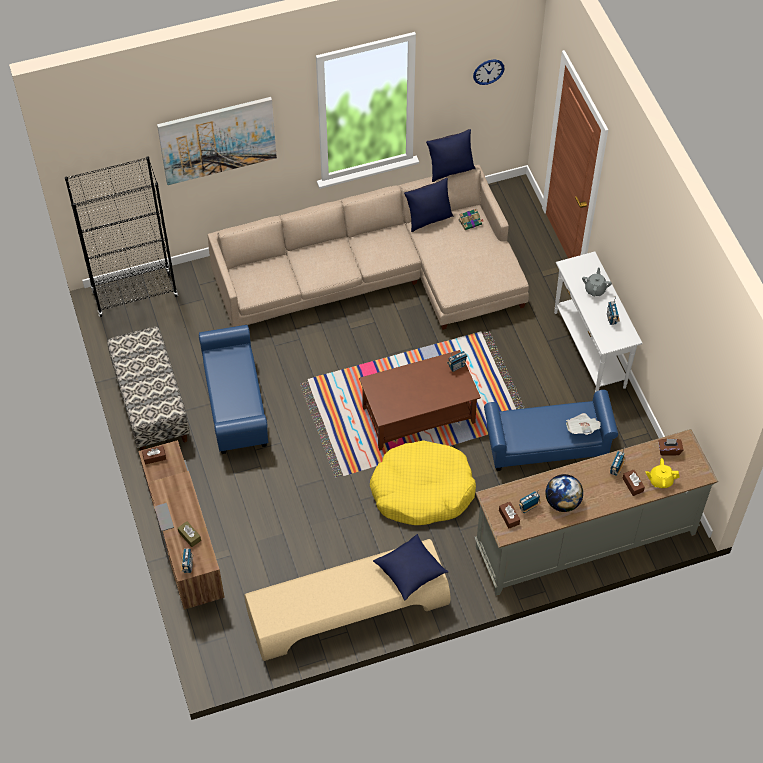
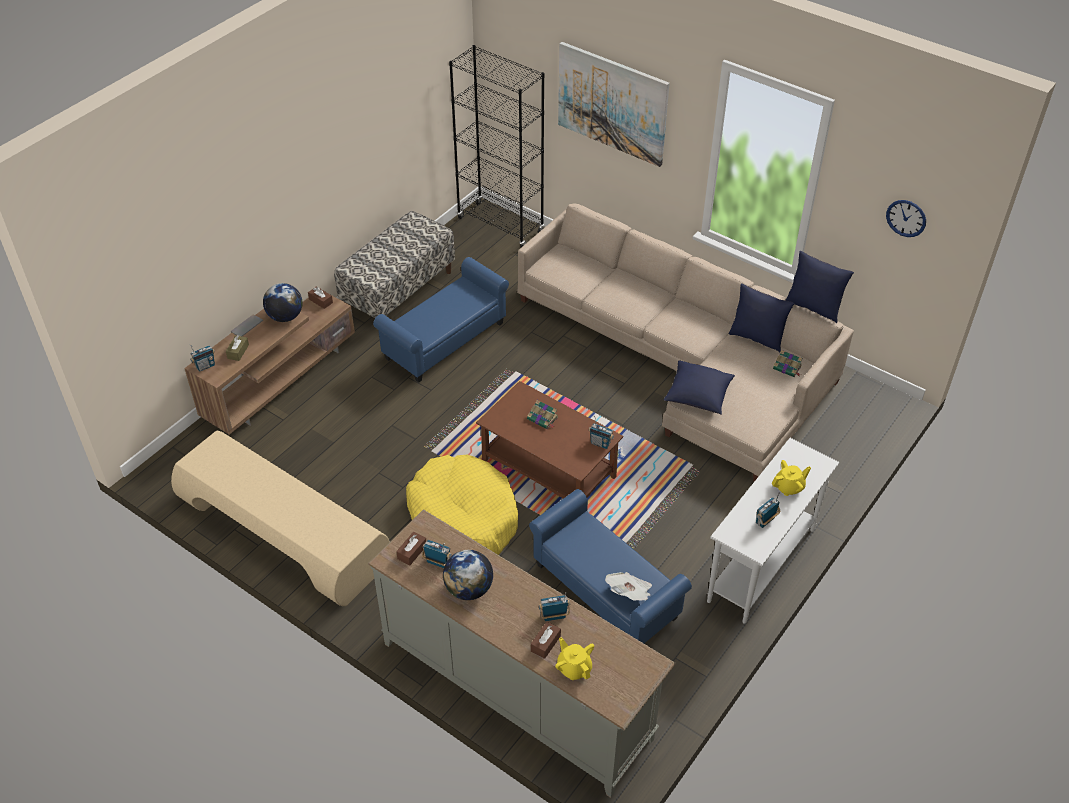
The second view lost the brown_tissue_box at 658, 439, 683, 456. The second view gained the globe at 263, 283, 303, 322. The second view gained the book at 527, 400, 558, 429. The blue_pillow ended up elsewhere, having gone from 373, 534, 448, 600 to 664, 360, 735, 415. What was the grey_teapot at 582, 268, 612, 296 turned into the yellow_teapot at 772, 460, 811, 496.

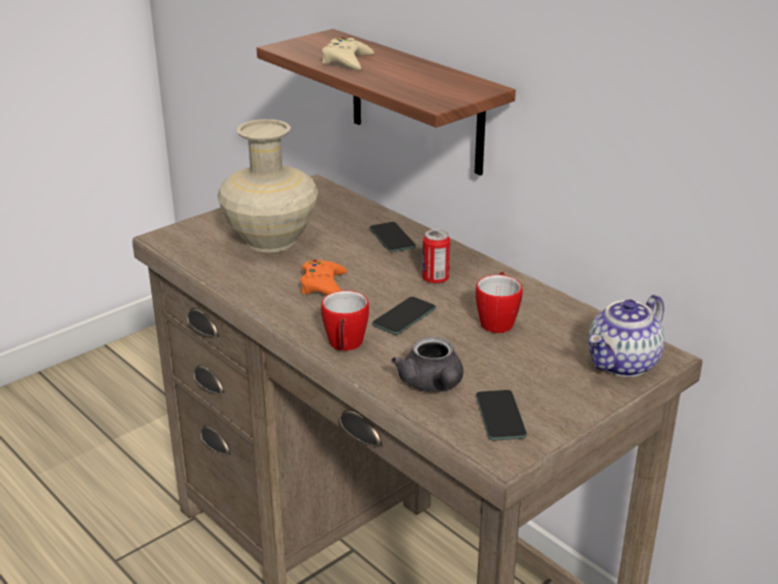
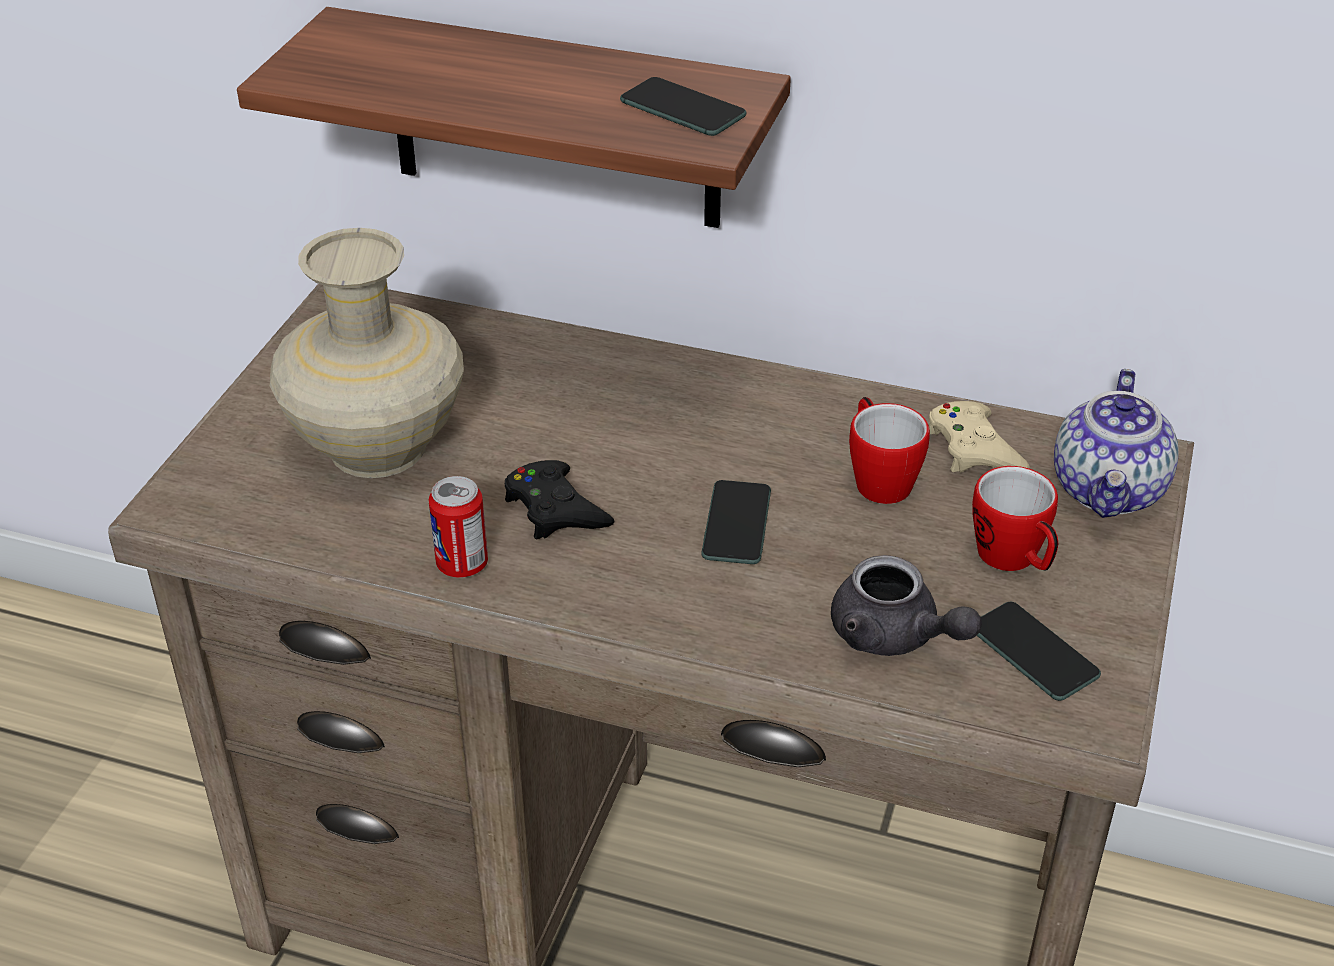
The mug ended up elsewhere, having gone from 321, 291, 369, 351 to 972, 466, 1058, 571. The beige_game_controller ended up elsewhere, having gone from 322, 37, 374, 70 to 929, 401, 1030, 473. The phone ended up elsewhere, having gone from 369, 222, 416, 252 to 620, 77, 746, 136. The can ended up elsewhere, having gone from 422, 229, 450, 284 to 429, 476, 488, 578. What was the orange_game_controller at 300, 260, 347, 295 turned into the black_game_controller at 505, 460, 614, 539.

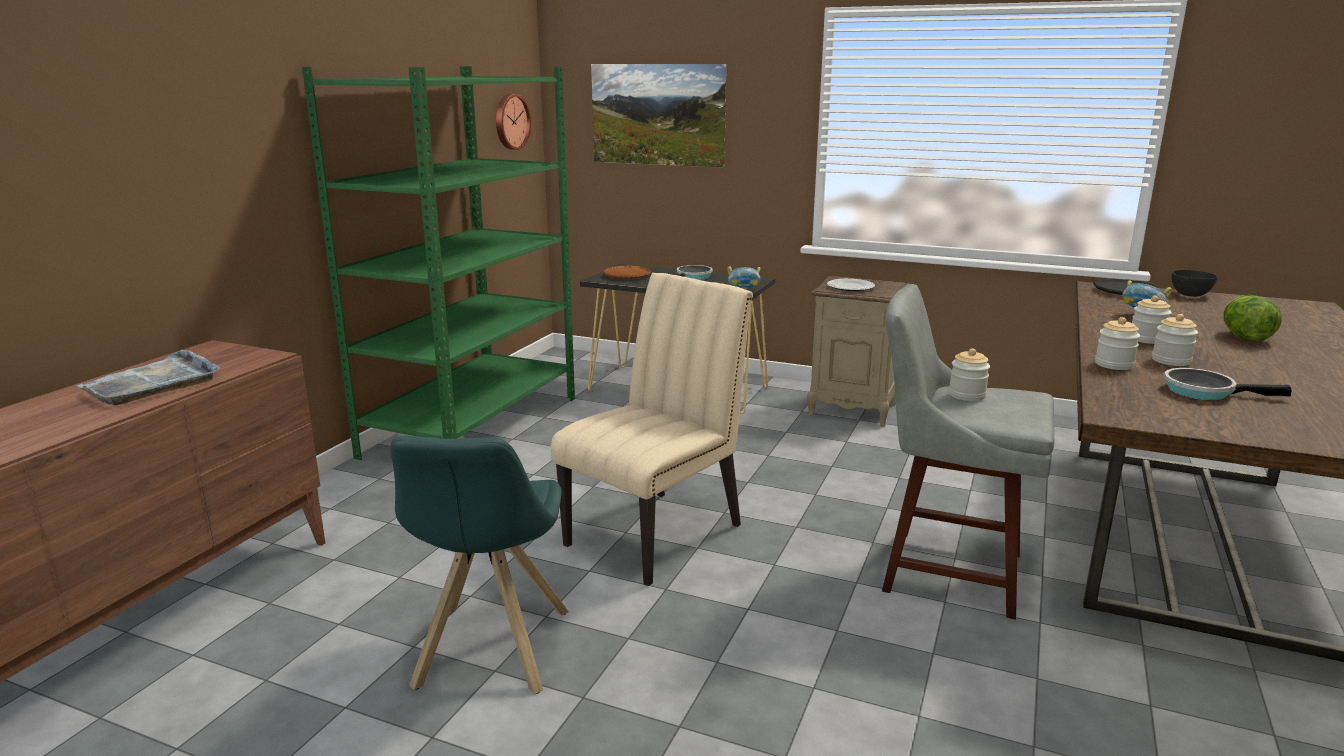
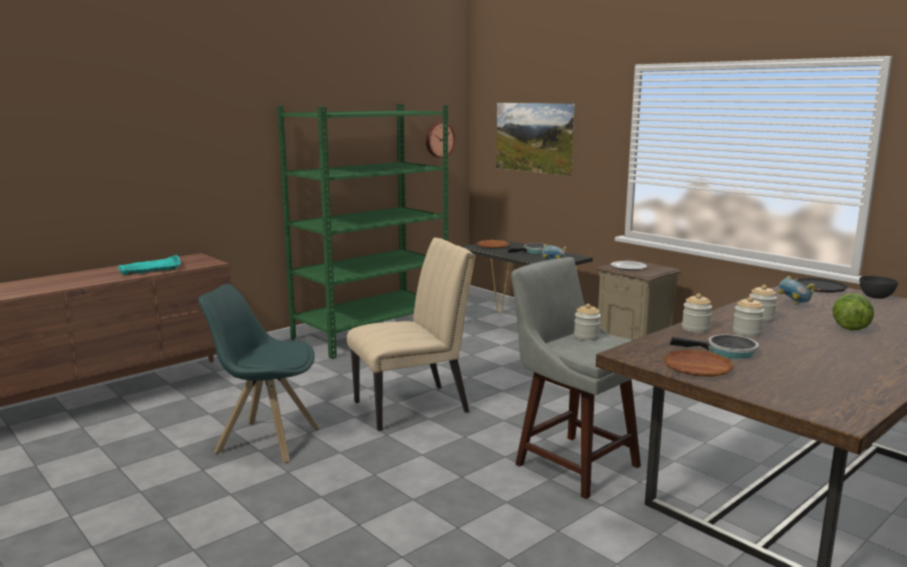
The second view gained the brown_plate at 663, 350, 734, 377. What was the grey_tray at 77, 350, 220, 405 turned into the turquoise_tray at 118, 255, 181, 275. The turquoise_chair at 391, 436, 569, 694 ended up facing another way, 75 degrees clockwise from before. The frying_pan at 1164, 368, 1292, 400 ended up facing another way, 150 degrees clockwise from before.

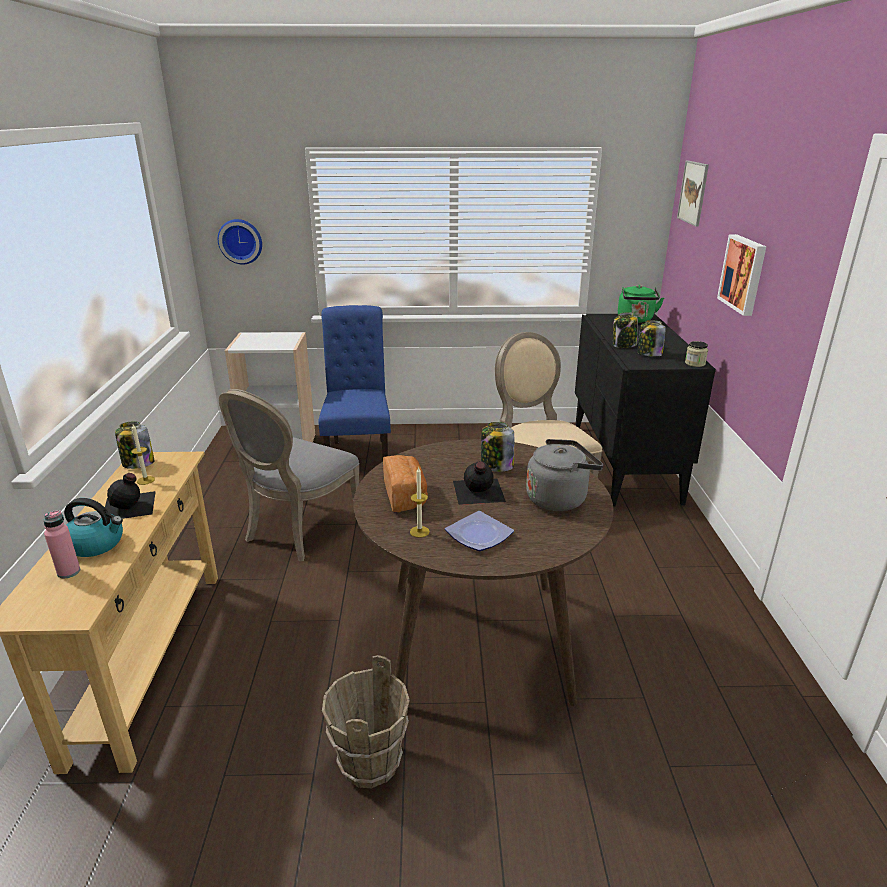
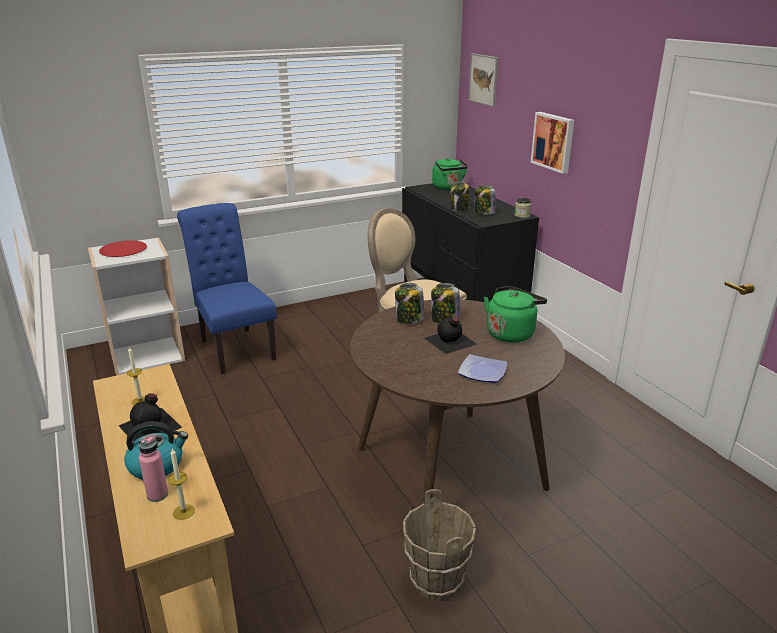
The second view lost the wall_clock at 218, 219, 262, 264. The second view lost the grey_chair at 219, 389, 359, 561. The second view lost the bread at 383, 455, 428, 512. The second view gained the red_plate at 99, 240, 147, 257. The jar ended up elsewhere, having gone from 115, 421, 155, 469 to 395, 283, 424, 324. The candle ended up elsewhere, having gone from 410, 467, 430, 538 to 168, 449, 195, 520. What was the grey_kettle at 526, 439, 603, 511 turned into the green_kettle at 484, 286, 547, 343.

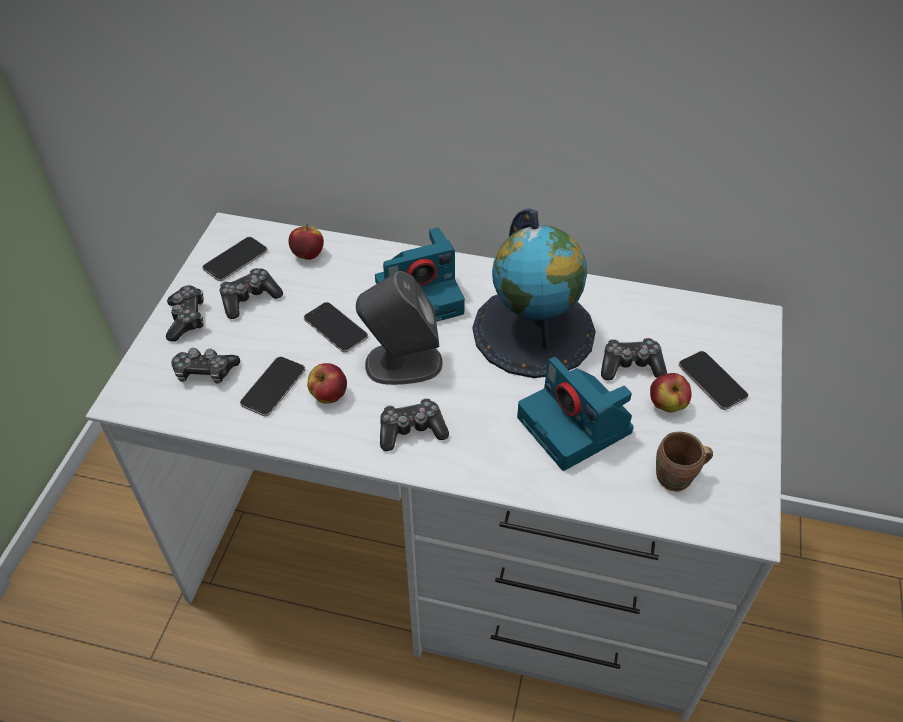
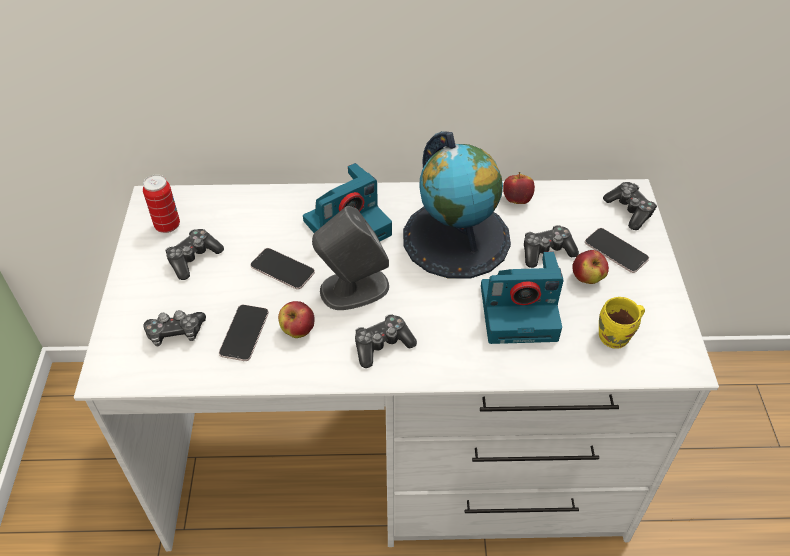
The game_controller ended up elsewhere, having gone from 166, 285, 204, 342 to 603, 182, 657, 230. The apple ended up elsewhere, having gone from 289, 224, 324, 260 to 503, 172, 535, 204. Where the phone stood at 202, 237, 268, 281, the can came to stand at 143, 174, 180, 233. What was the brown_mug at 656, 432, 713, 491 turned into the yellow_mug at 599, 297, 645, 349. The photo_camera at 517, 357, 634, 471 ended up facing another way, 45 degrees counterclockwise from before.

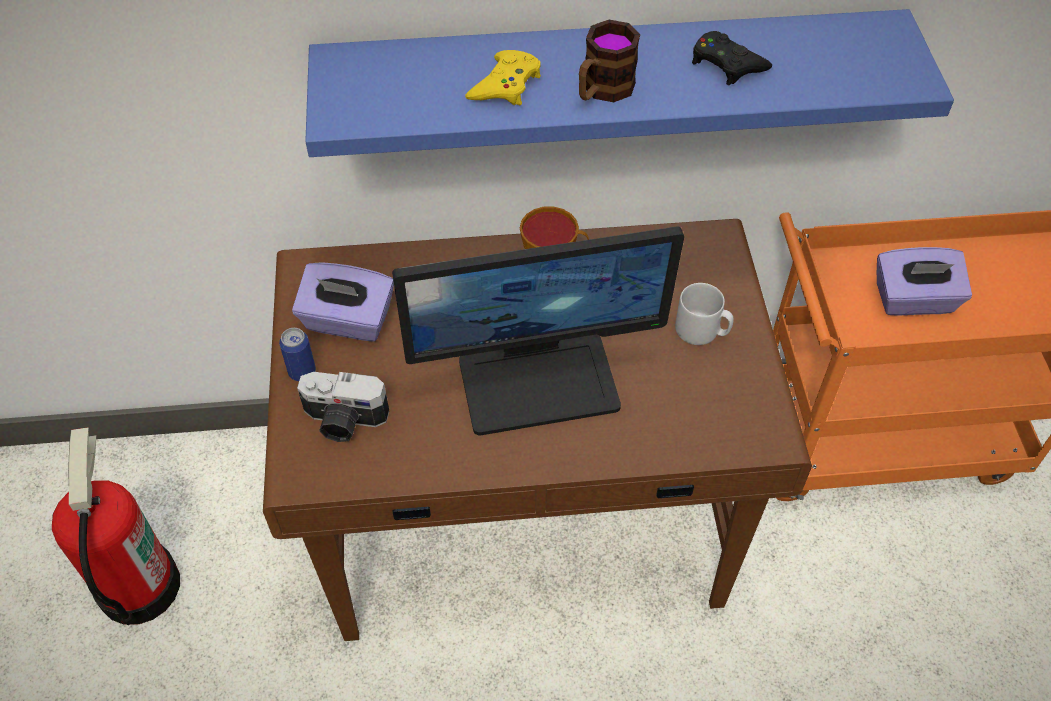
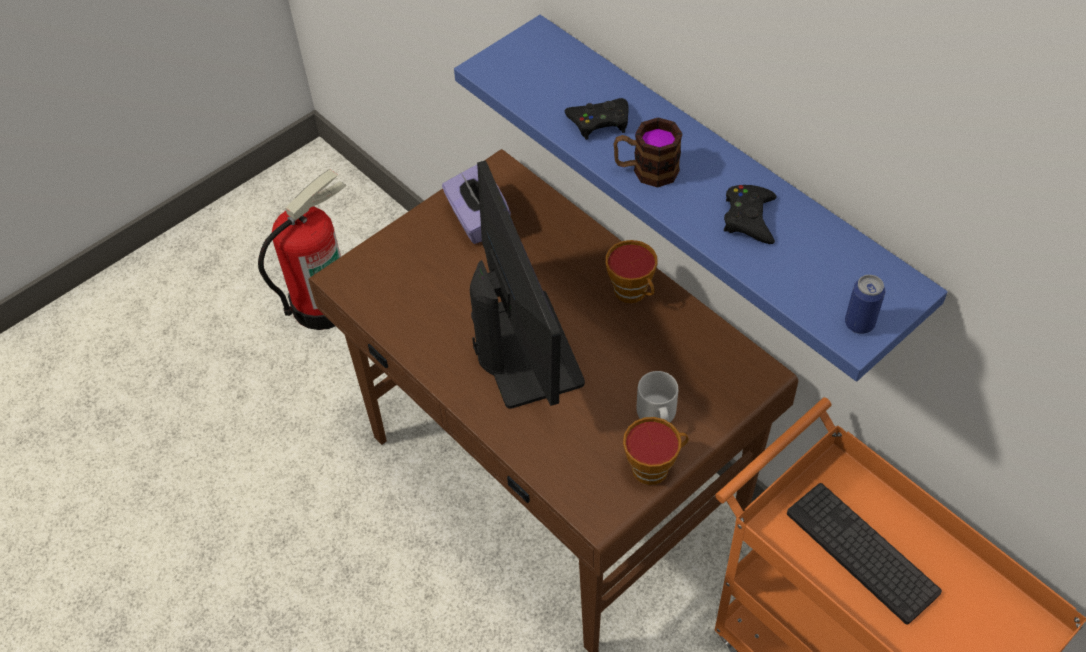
The second view lost the photo_camera at 297, 372, 389, 442. The second view gained the cup at 623, 417, 689, 485. The can ended up elsewhere, having gone from 279, 328, 316, 381 to 845, 275, 885, 334. Where the purple_tissue_box stood at 877, 247, 972, 316, the keyboard came to stand at 787, 483, 942, 625. What was the yellow_game_controller at 465, 50, 541, 105 turned into the black_game_controller at 564, 98, 629, 140. The monitor at 392, 226, 684, 435 ended up facing another way, 150 degrees counterclockwise from before.

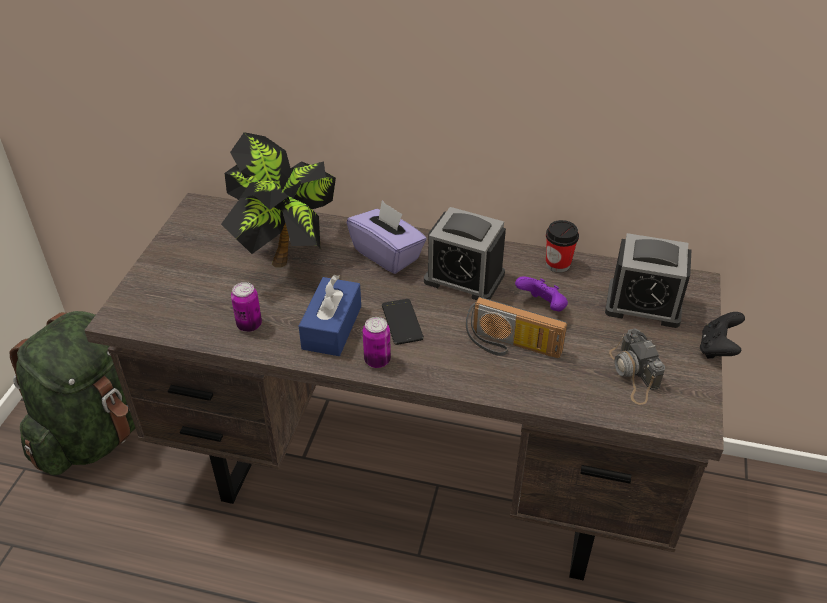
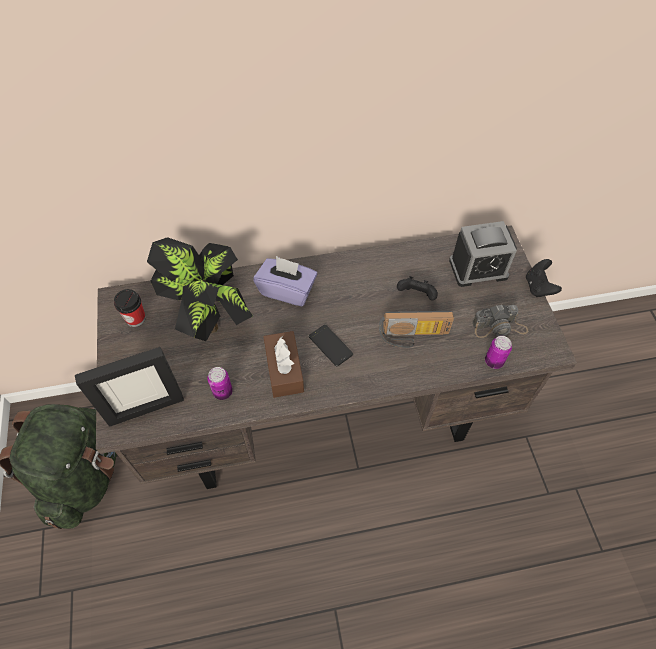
The second view lost the alarm_clock at 424, 207, 506, 300. The second view gained the picture_frame at 75, 347, 184, 427. The can ended up elsewhere, having gone from 363, 317, 391, 368 to 485, 336, 512, 369. The cup ended up elsewhere, having gone from 546, 220, 579, 273 to 114, 289, 146, 327. What was the blue_tissue_box at 299, 275, 361, 356 turned into the brown_tissue_box at 263, 331, 304, 398. What was the purple_game_controller at 515, 276, 568, 311 turned into the black_game_controller at 397, 276, 438, 301. The photo_camera at 609, 328, 665, 405 ended up facing another way, 60 degrees counterclockwise from before.

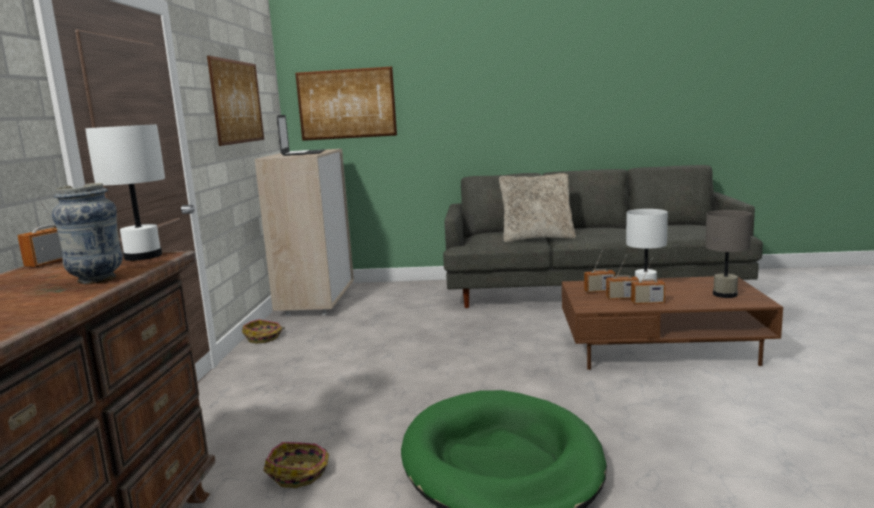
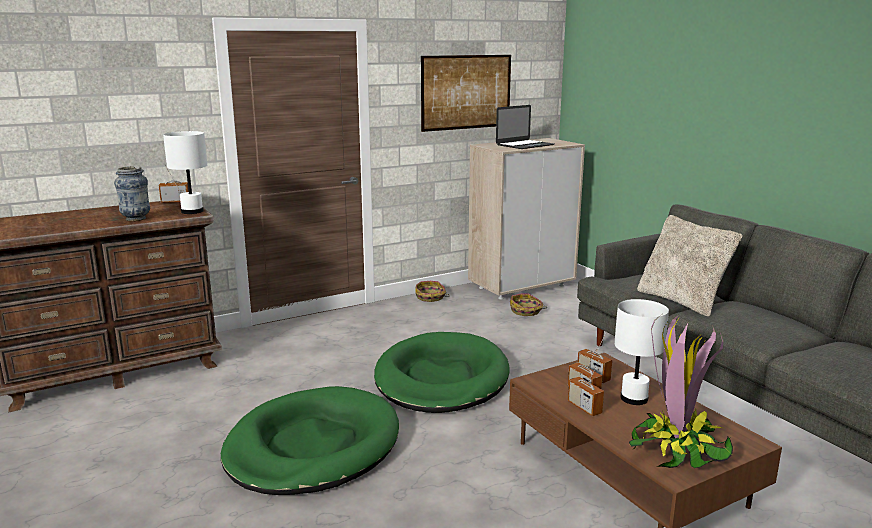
The second view lost the picture at 295, 66, 397, 141. The second view gained the green_dog_bed at 374, 332, 510, 413. The basket ended up elsewhere, having gone from 263, 442, 329, 488 to 510, 294, 547, 316. Where the grey_table_lamp stood at 705, 210, 752, 298, the potted_plant came to stand at 629, 315, 733, 468.

